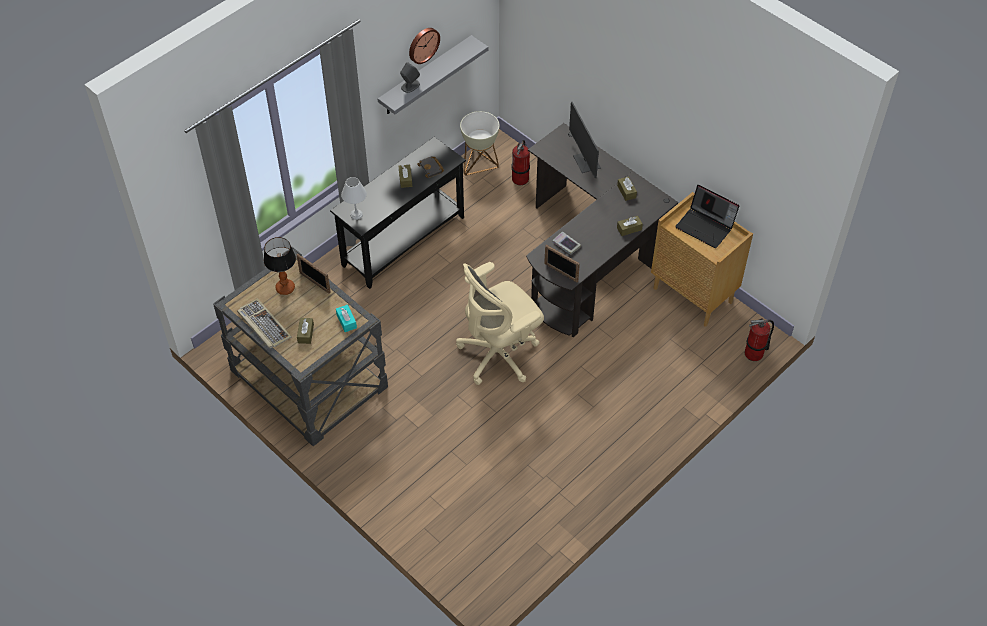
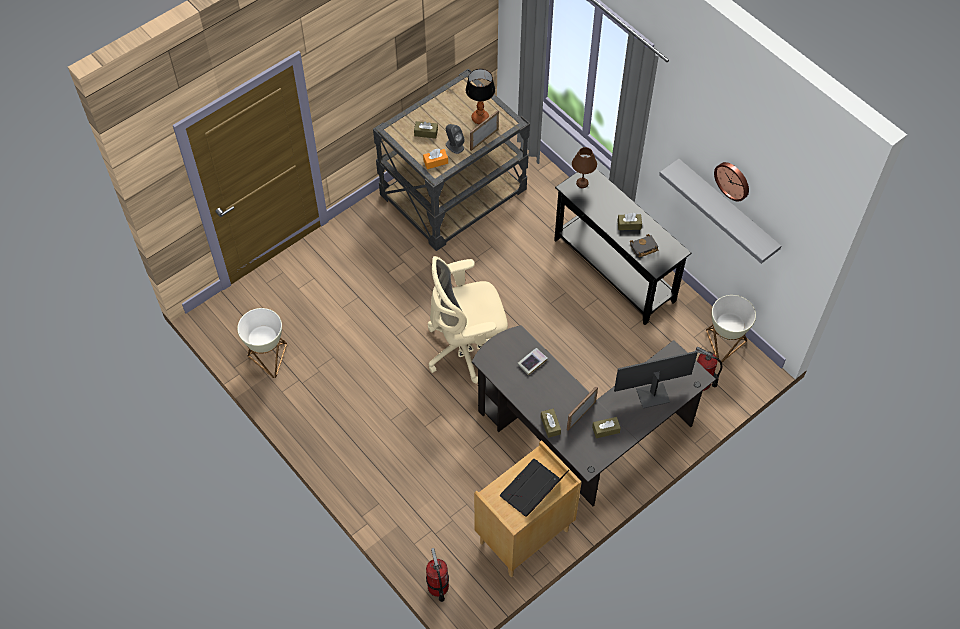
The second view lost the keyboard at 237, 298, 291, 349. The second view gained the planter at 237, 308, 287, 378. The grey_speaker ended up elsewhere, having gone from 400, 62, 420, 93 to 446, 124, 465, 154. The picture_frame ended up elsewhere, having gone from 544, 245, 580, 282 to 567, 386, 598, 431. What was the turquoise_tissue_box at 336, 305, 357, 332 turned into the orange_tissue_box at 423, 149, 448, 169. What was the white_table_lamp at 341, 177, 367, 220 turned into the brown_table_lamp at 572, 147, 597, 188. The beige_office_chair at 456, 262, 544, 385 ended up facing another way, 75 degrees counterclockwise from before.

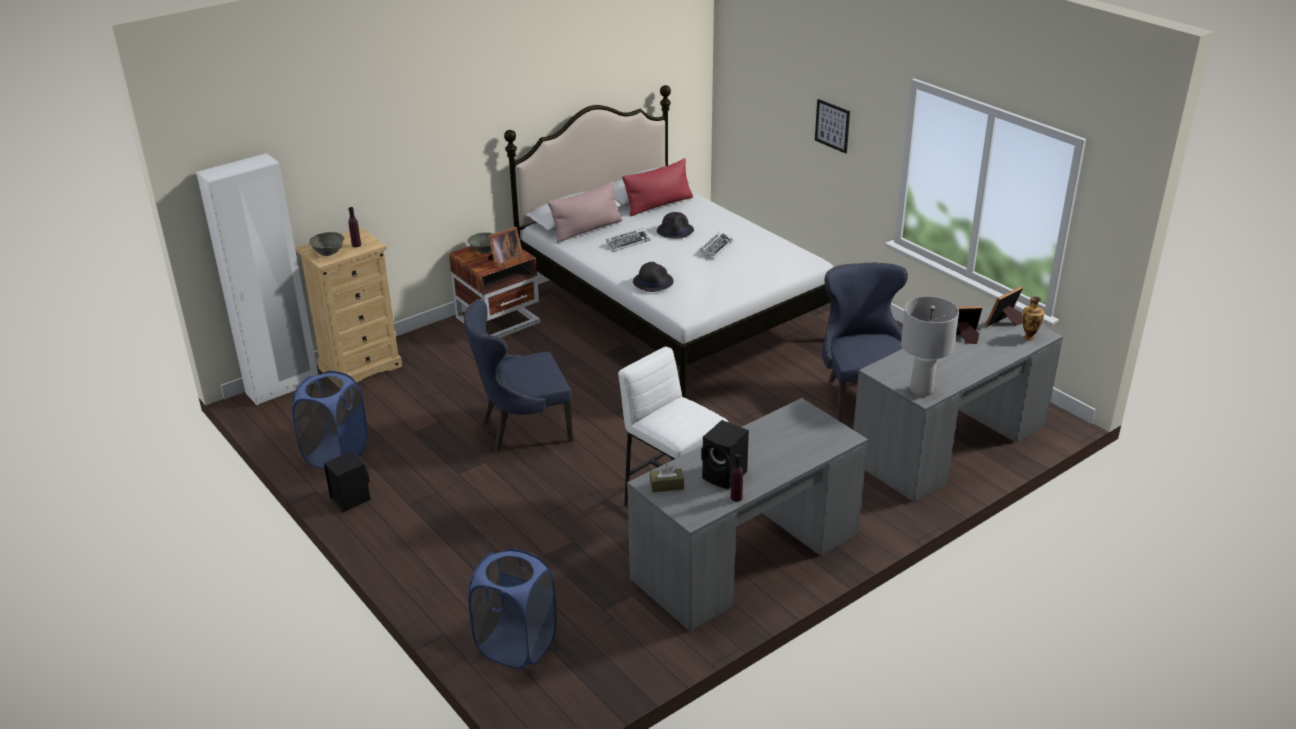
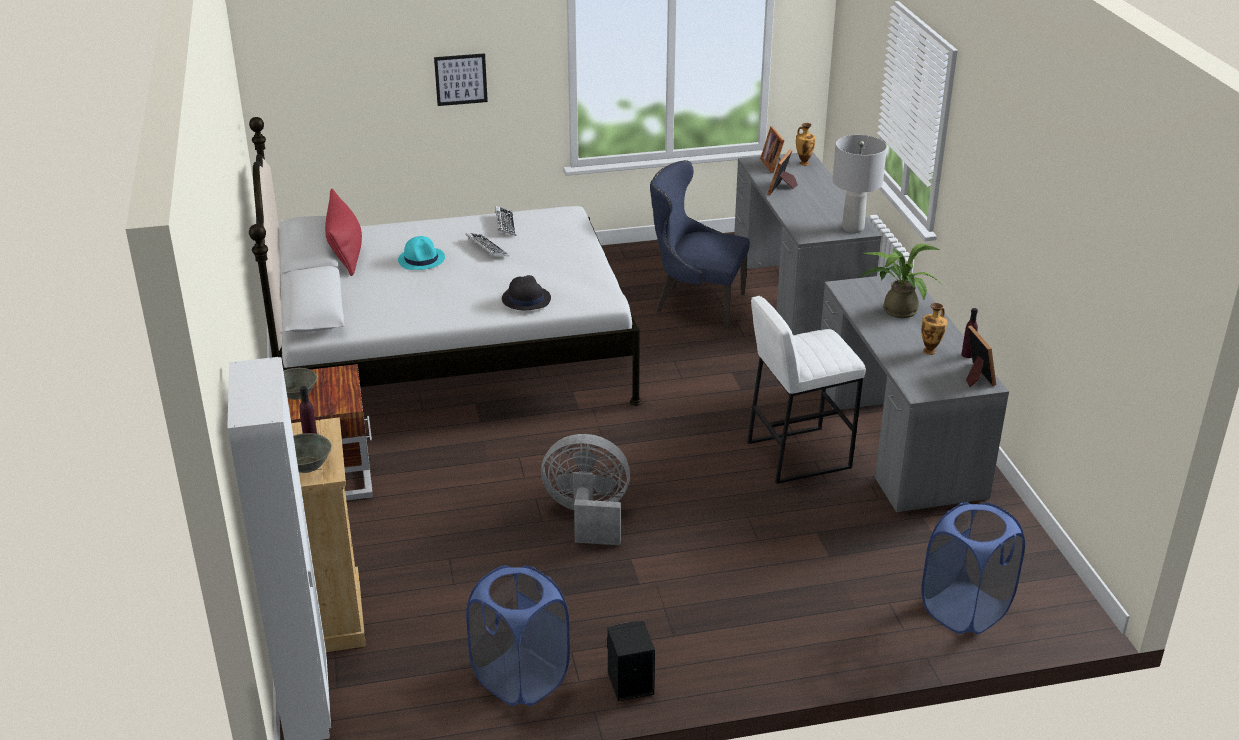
The second view lost the pink_pillow at 548, 181, 622, 243. The second view lost the brown_tissue_box at 650, 465, 684, 492. The second view gained the potted_plant at 860, 244, 945, 318. The picture_frame ended up elsewhere, having gone from 488, 227, 524, 267 to 966, 325, 996, 387. The keyboard ended up elsewhere, having gone from 605, 228, 651, 252 to 495, 206, 516, 236. Where the blue_chair stood at 464, 299, 573, 452, the grey_fan came to stand at 541, 434, 630, 545. Where the black_speaker stood at 701, 420, 749, 489, the vase came to stand at 921, 303, 947, 355. What was the black_hat at 657, 212, 694, 239 turned into the turquoise_hat at 398, 236, 445, 270.

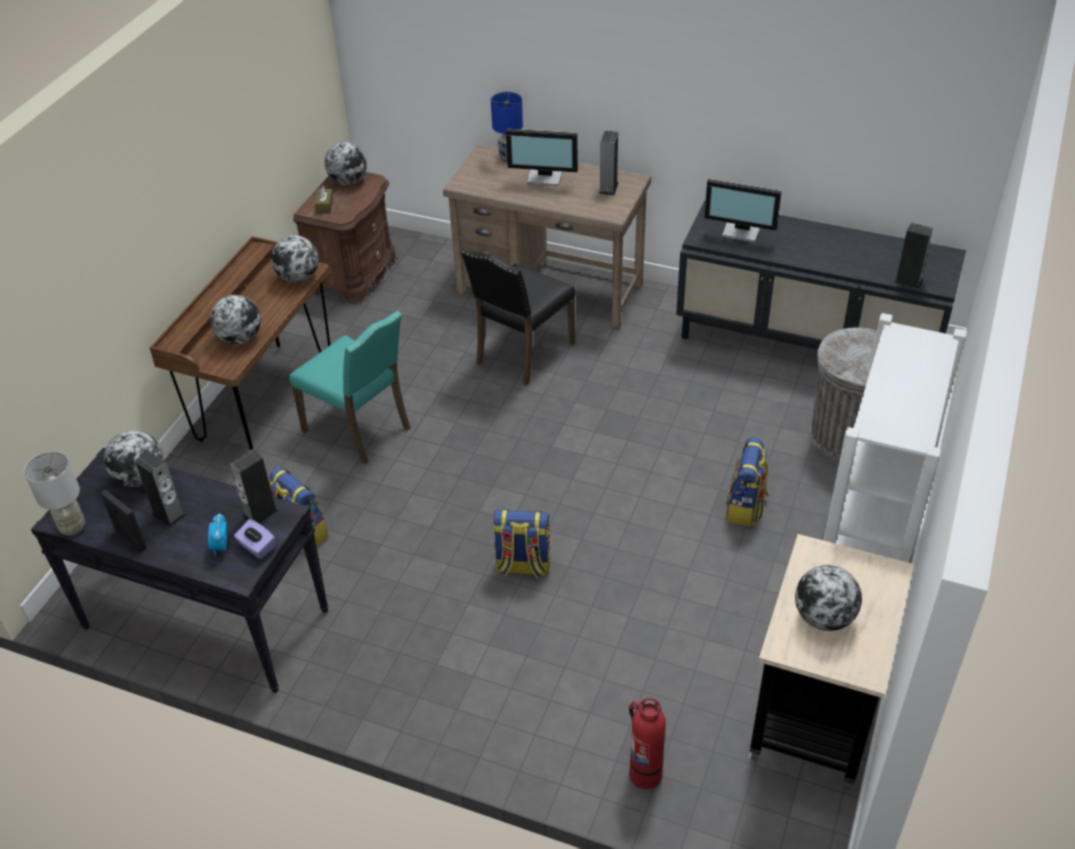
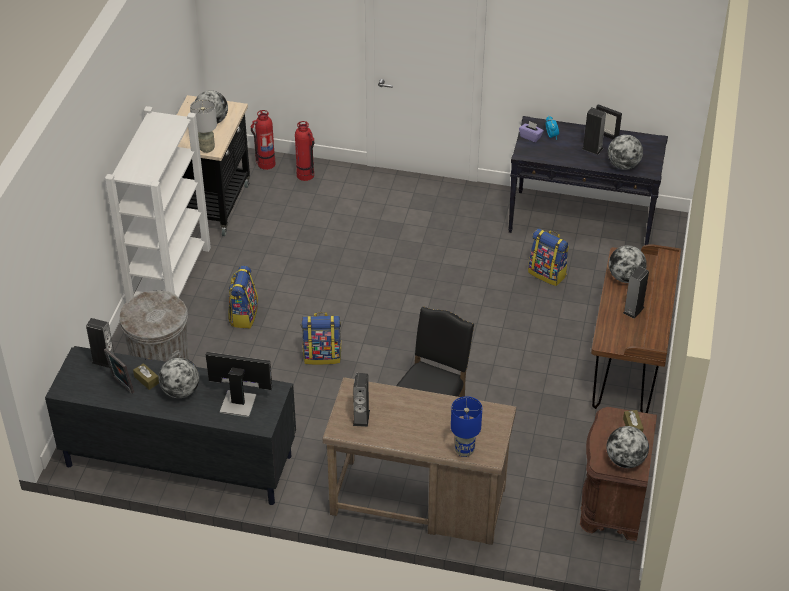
The second view lost the turquoise_chair at 289, 311, 410, 465. The second view lost the monitor at 506, 129, 578, 186. The second view gained the picture_frame at 104, 348, 134, 394. The second view gained the brown_tissue_box at 133, 363, 159, 390. The second view gained the fire_extinguisher at 251, 110, 275, 170. The grey_table_lamp ended up elsewhere, having gone from 24, 451, 85, 536 to 190, 99, 217, 153. The speaker ended up elsewhere, having gone from 230, 449, 279, 523 to 623, 267, 649, 319. The globe ended up elsewhere, having gone from 271, 235, 319, 282 to 158, 357, 199, 398. The backpack ended up elsewhere, having gone from 493, 509, 551, 579 to 301, 312, 341, 365.

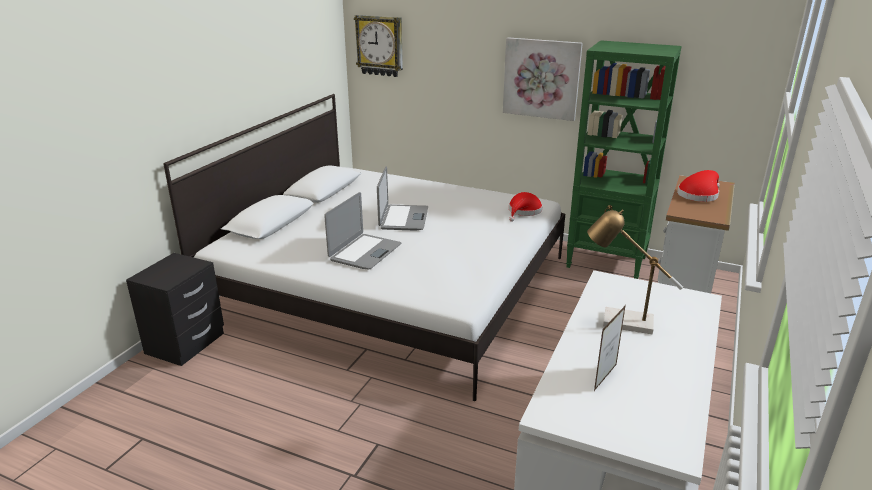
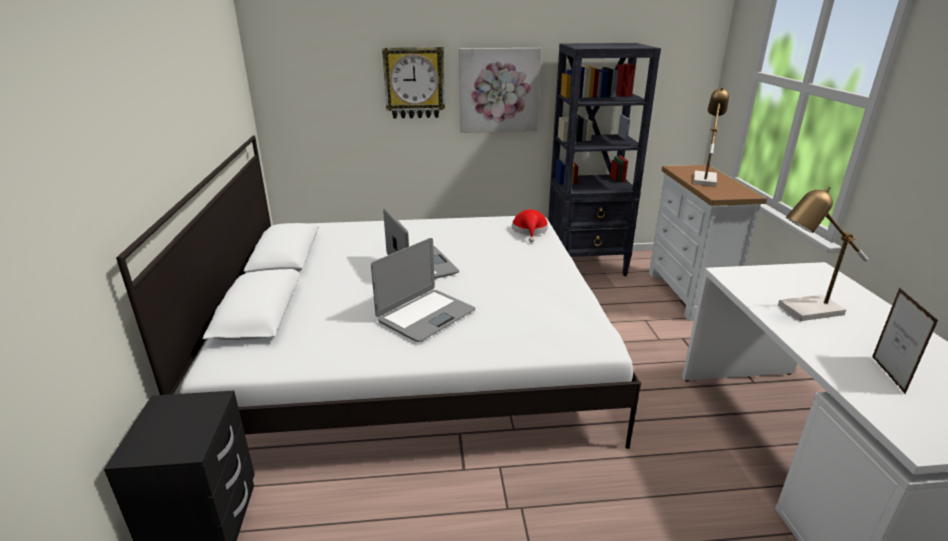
The wall_clock ended up elsewhere, having gone from 354, 15, 403, 77 to 382, 47, 445, 119. Where the red_hat stood at 677, 170, 720, 202, the table_lamp came to stand at 693, 87, 729, 186. What was the green_bookcase at 566, 40, 682, 279 turned into the black_bookcase at 548, 43, 661, 276. The laptop at 324, 192, 401, 269 ended up facing another way, 45 degrees clockwise from before.

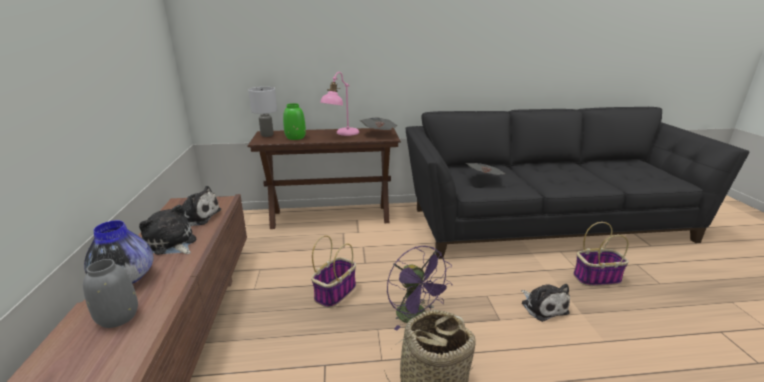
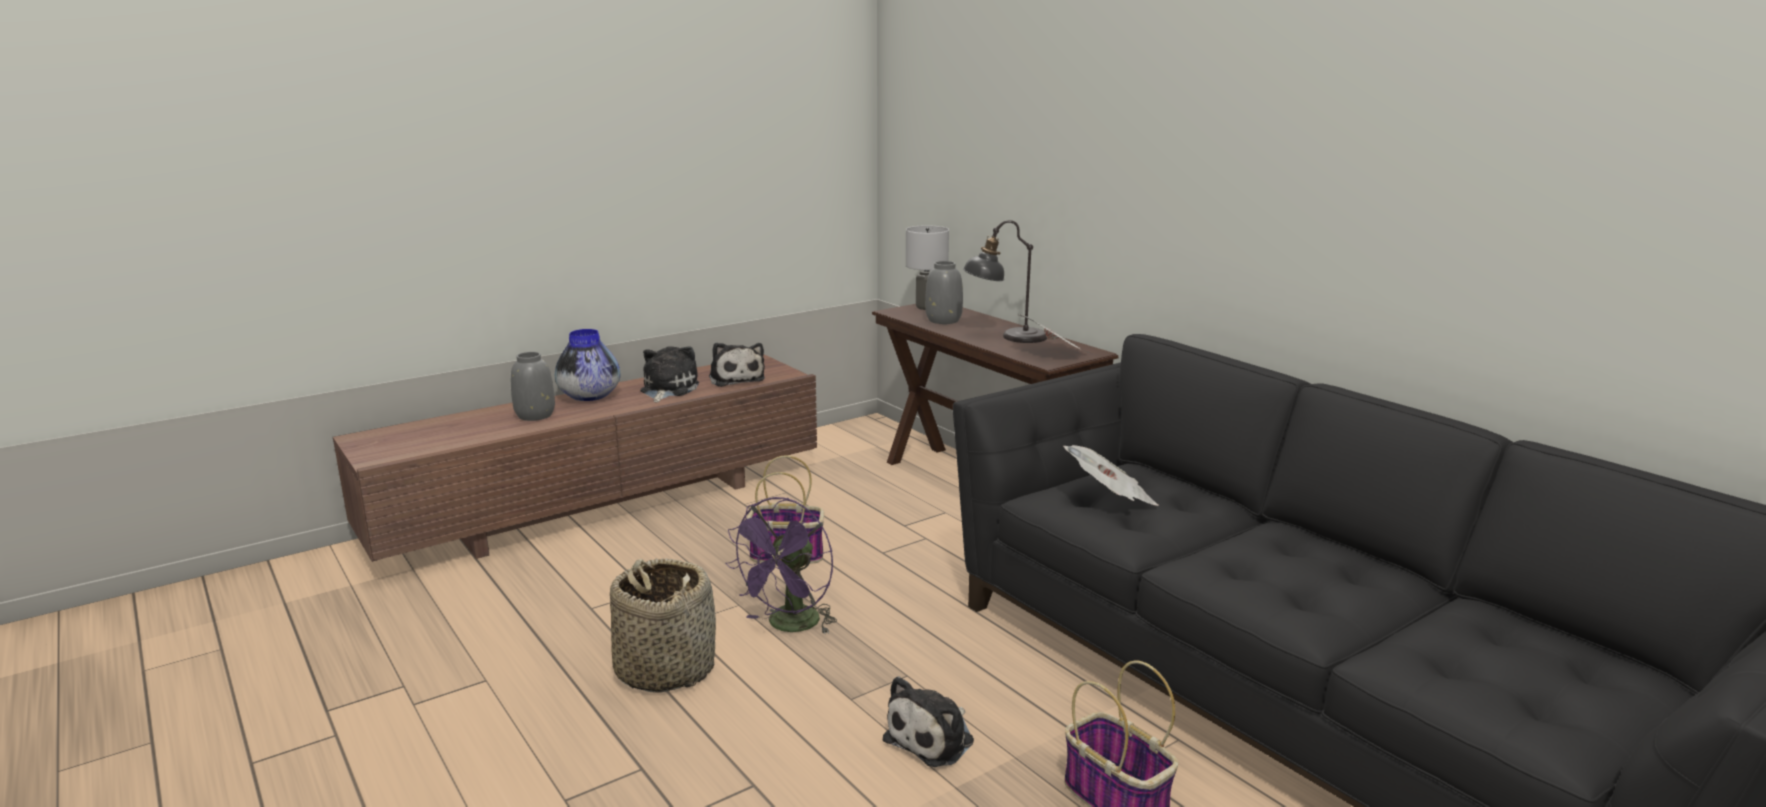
What was the green_vase at 283, 103, 306, 140 turned into the grey_vase at 925, 261, 963, 324. What was the pink_table_lamp at 320, 72, 359, 136 turned into the grey_table_lamp at 963, 220, 1047, 343.

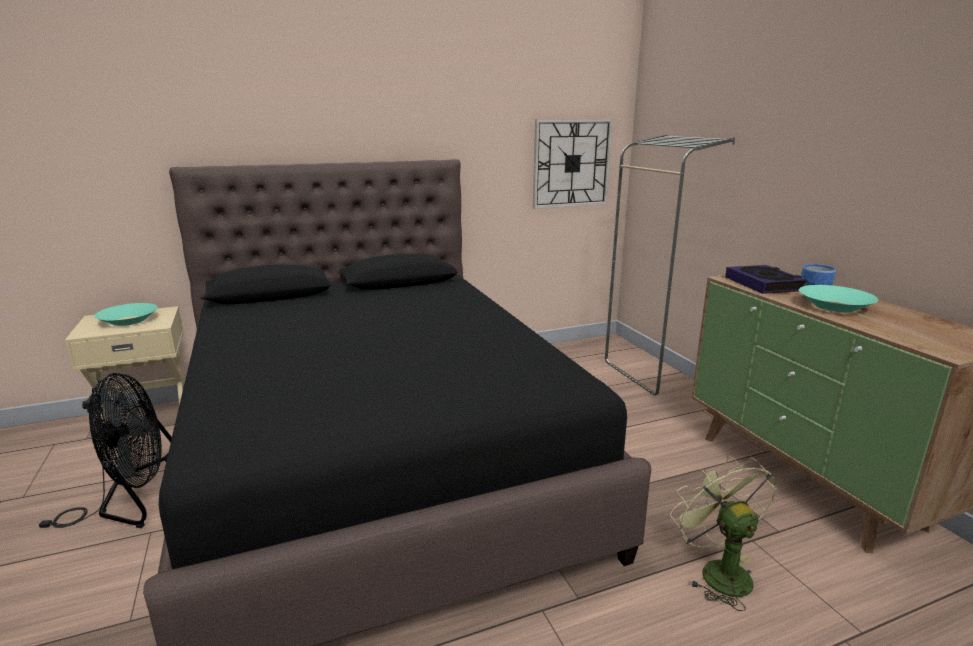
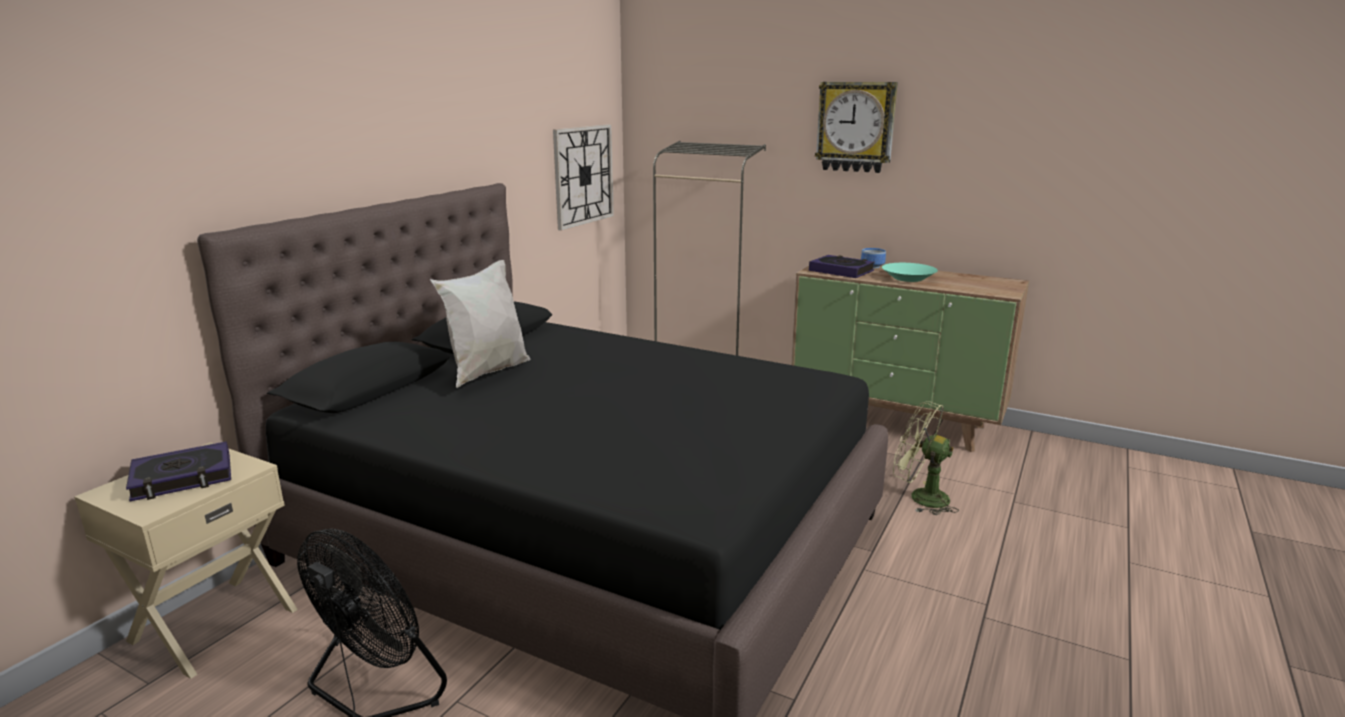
The second view gained the white_pillow at 430, 260, 531, 388. The second view gained the wall_clock at 815, 82, 898, 173. Where the turquoise_bowl stood at 94, 303, 158, 326, the book came to stand at 126, 442, 231, 501.

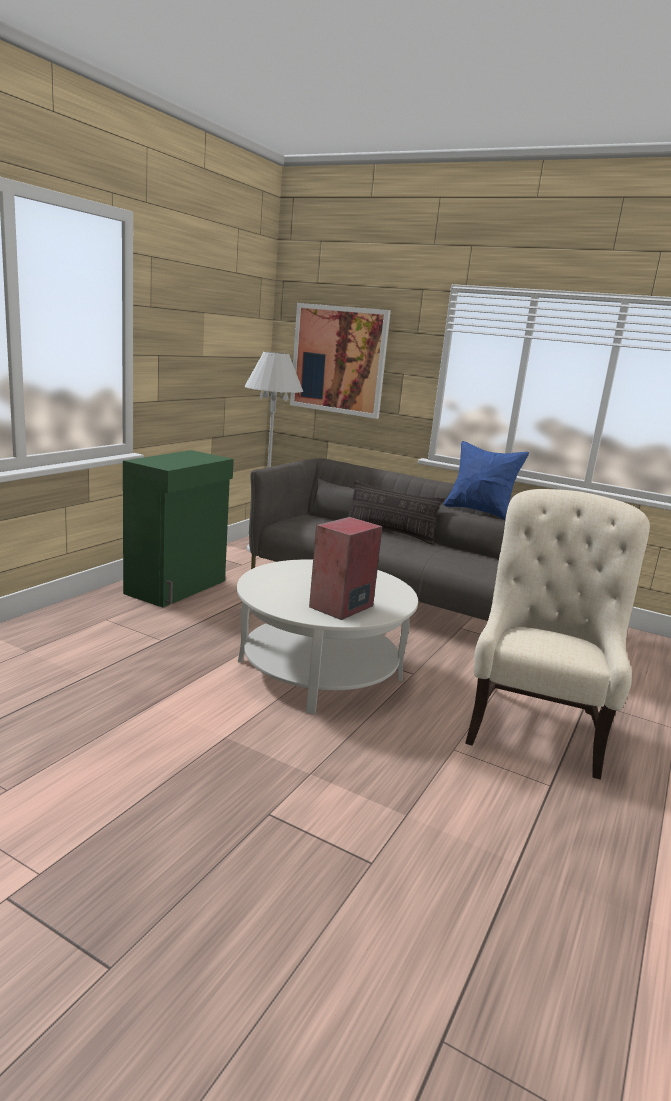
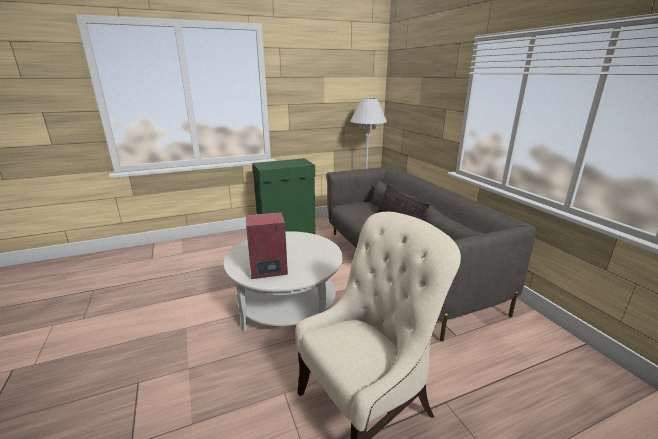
The second view lost the picture at 290, 303, 391, 419. The second view lost the blue_pillow at 443, 441, 529, 520.

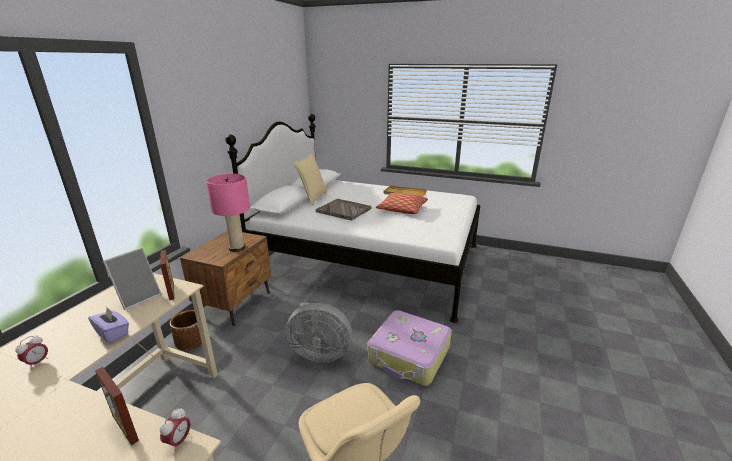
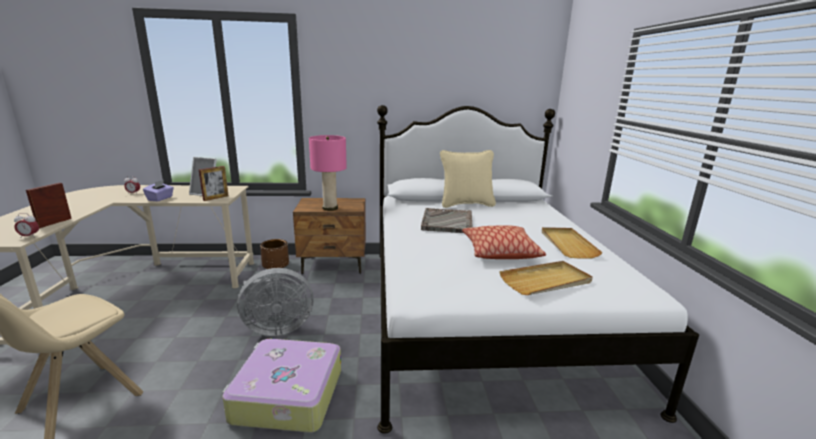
The second view gained the beige_tray at 499, 261, 593, 295. The grey_fan at 286, 302, 352, 362 ended up facing another way, 90 degrees counterclockwise from before.

